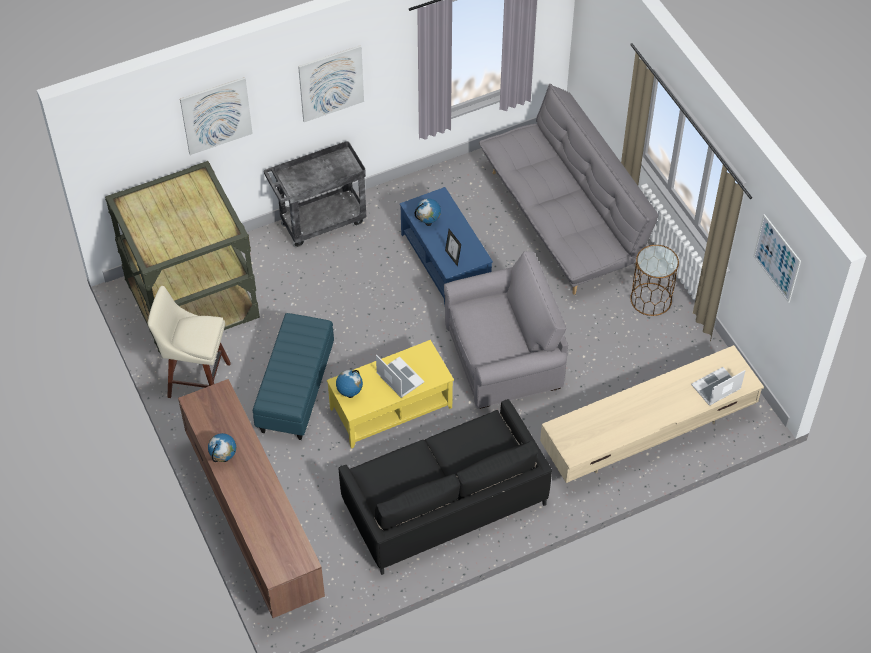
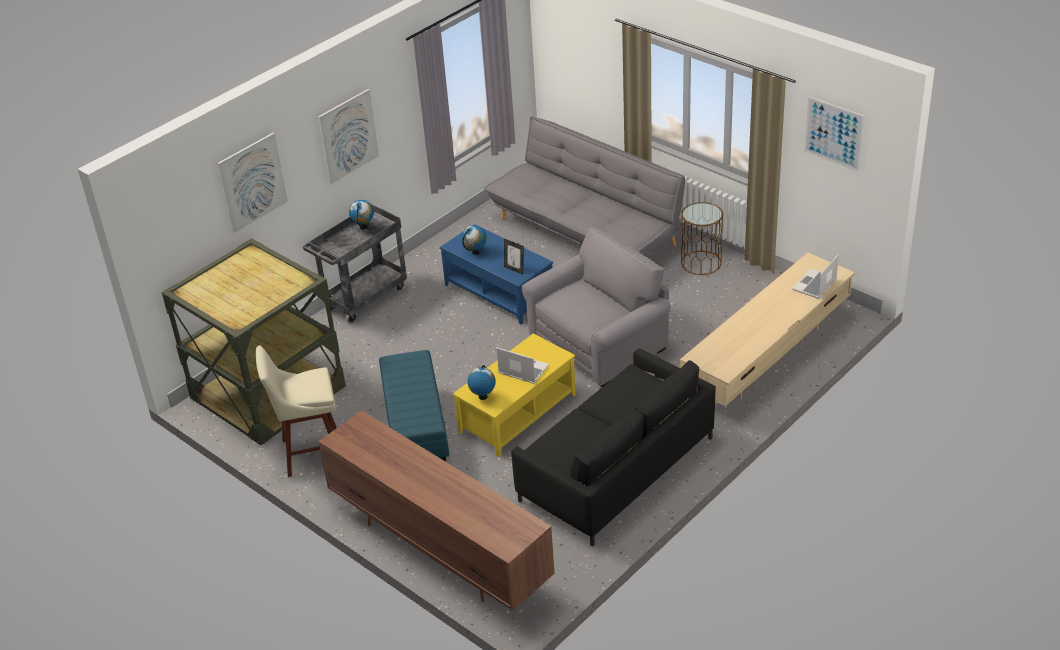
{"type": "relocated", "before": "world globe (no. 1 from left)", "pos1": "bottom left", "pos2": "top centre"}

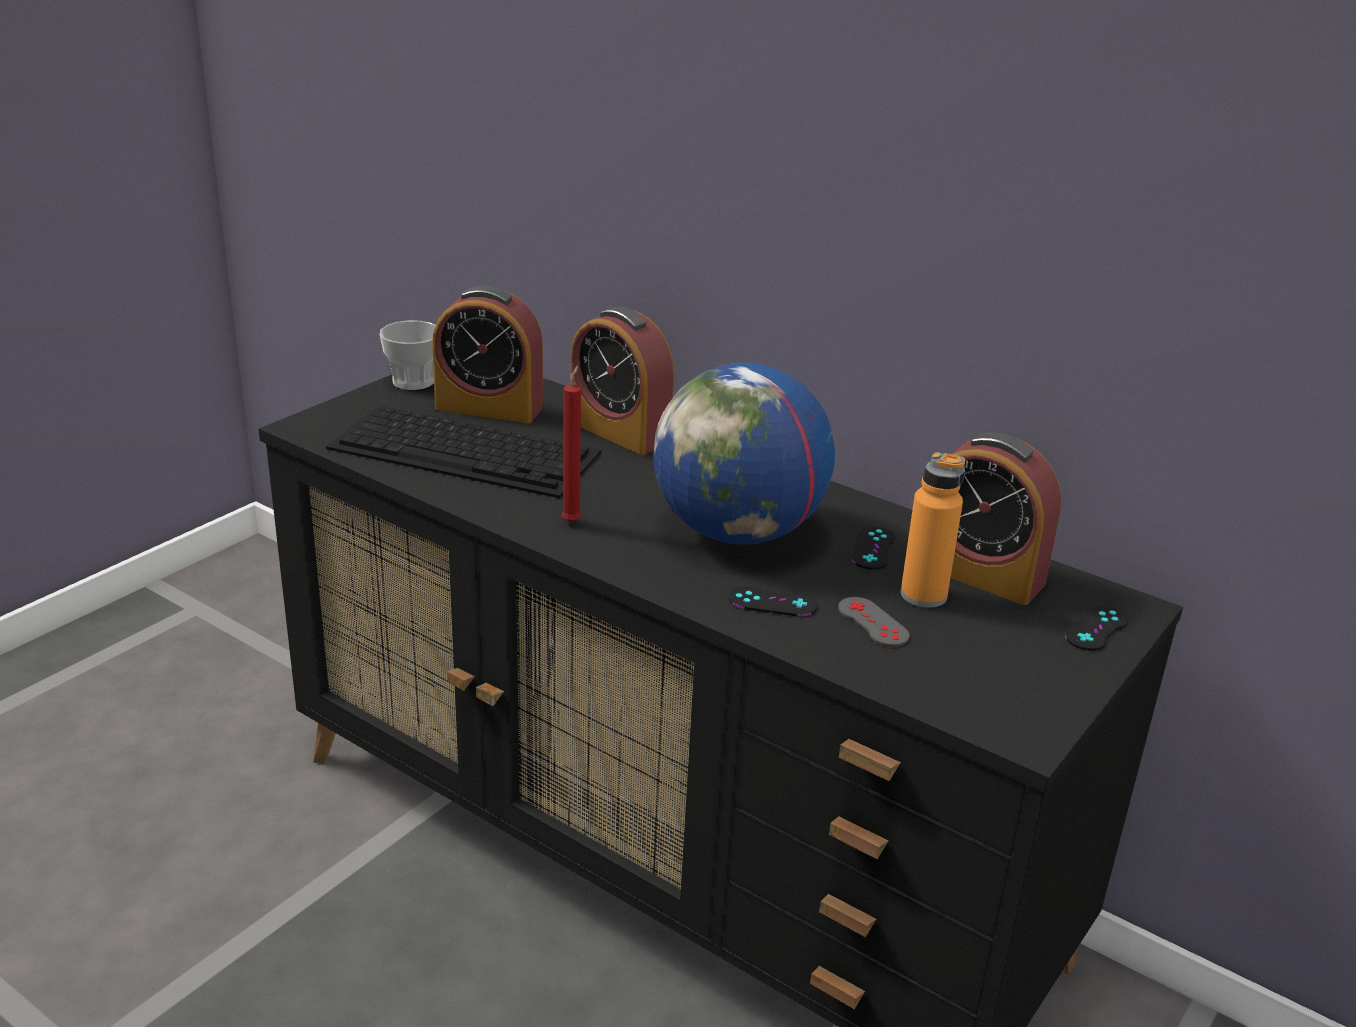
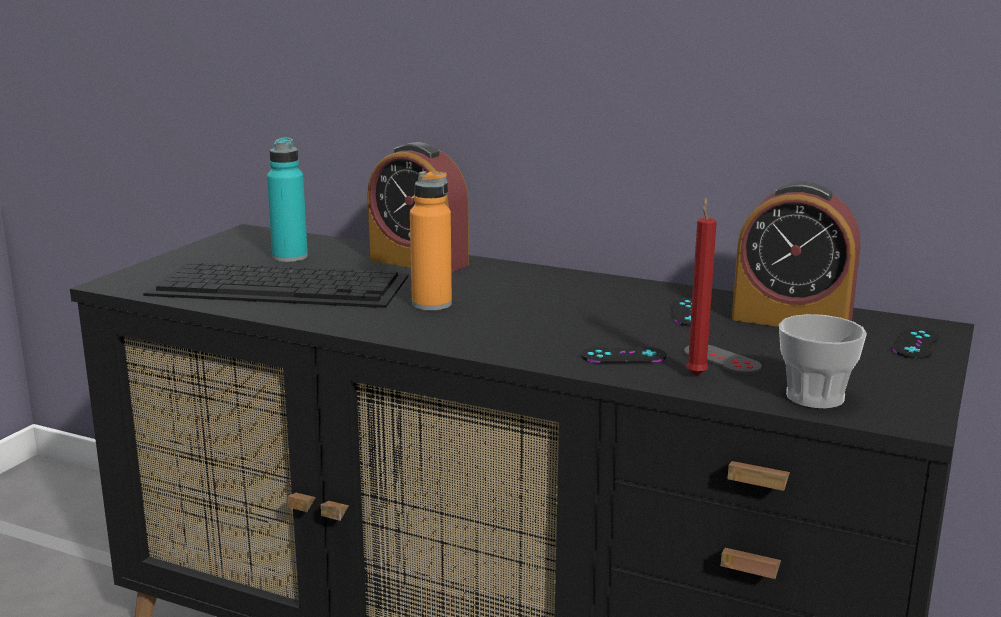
{"type": "relocated", "before": "drinking cup", "pos1": "middle left", "pos2": "middle right"}
{"type": "exchanged", "before": "alarm clock (no. 1 from left)", "after": "turquoise beverage bottle", "pos1": "centre", "pos2": "top left"}
{"type": "relocated", "before": "red-coloured wax light", "pos1": "centre", "pos2": "middle right"}
{"type": "missing", "before": "world globe", "pos1": "centre"}
{"type": "relocated", "before": "orange beverage bottle", "pos1": "middle right", "pos2": "centre"}

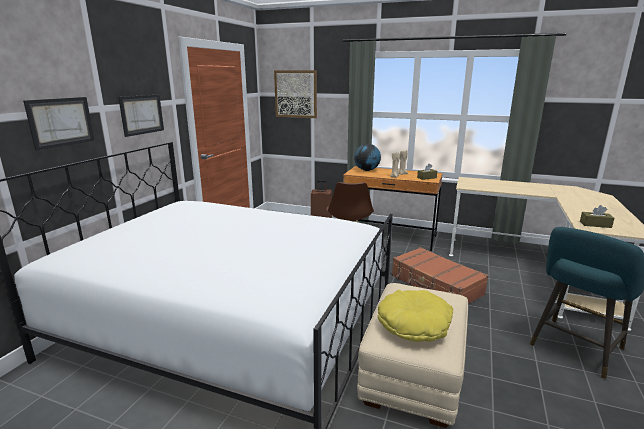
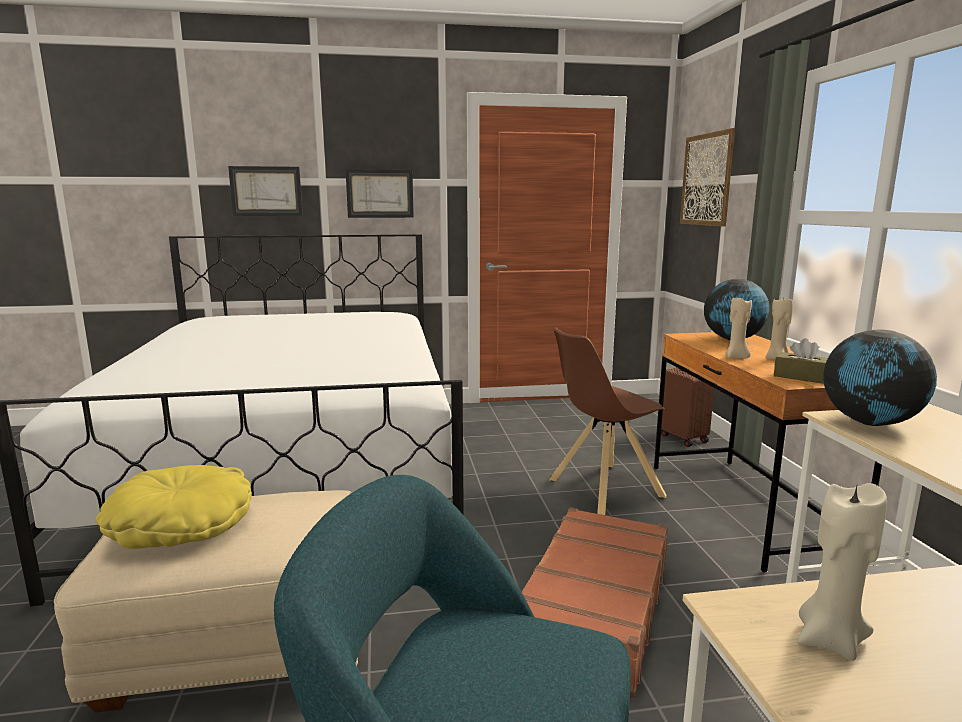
{"type": "exchanged", "before": "brownish box of tissues (no. 2 from left)", "after": "beige wax light (no. 3 from left)", "pos1": "middle right", "pos2": "bottom right"}
{"type": "appeared", "after": "world globe (no. 2 from left)", "pos2": "middle right"}

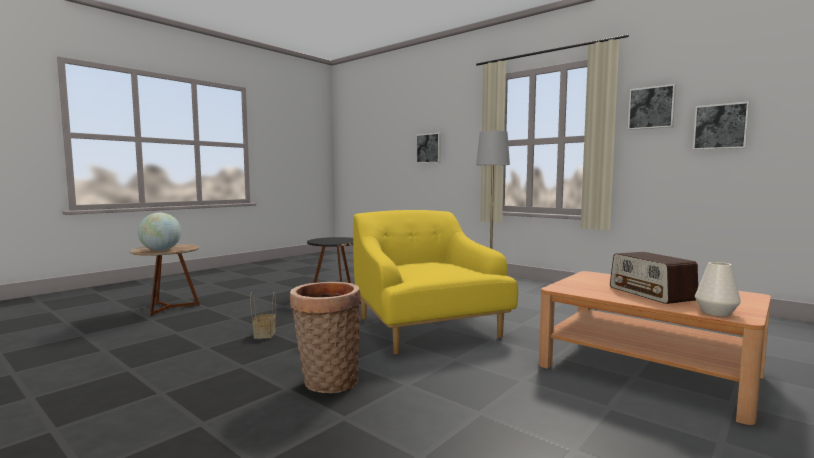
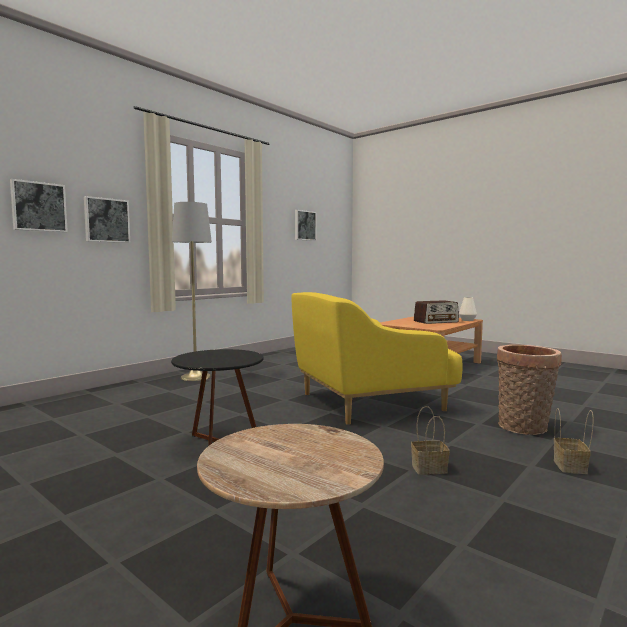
{"type": "missing", "before": "world globe", "pos1": "middle left"}
{"type": "relocated", "before": "picture (no. 2 from left)", "pos1": "top right", "pos2": "middle left"}
{"type": "appeared", "after": "storage basket (no. 3 from left)", "pos2": "bottom right"}

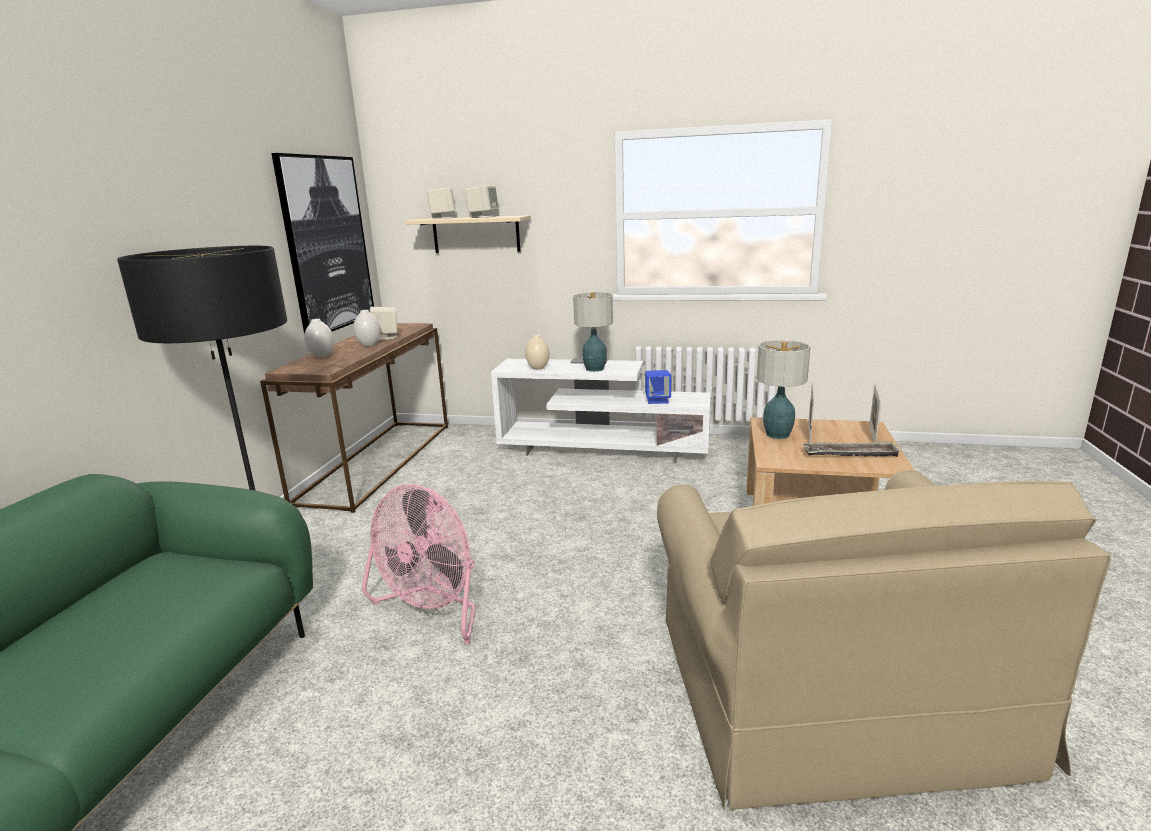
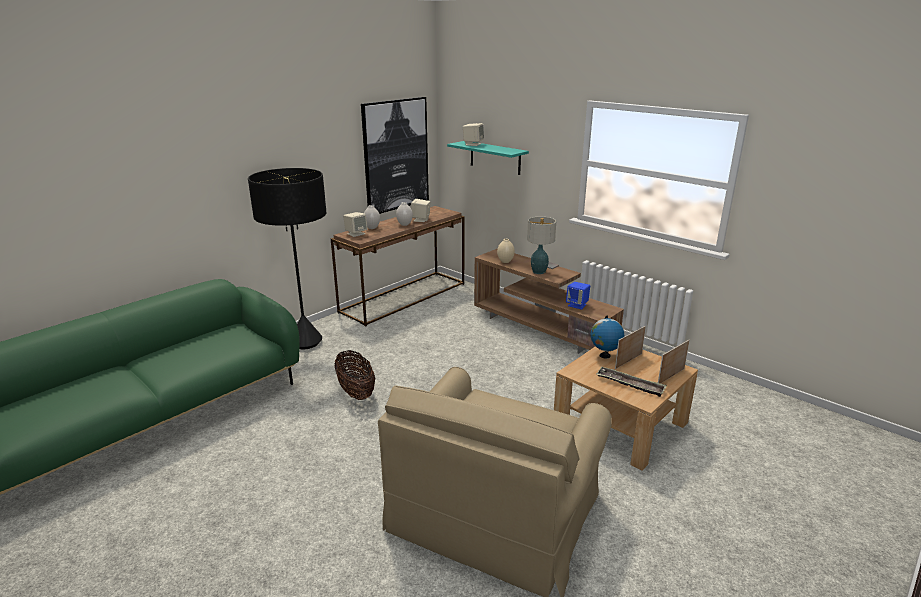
{"type": "exchanged", "before": "pink-coloured electric fan", "after": "storage basket", "pos1": "bottom centre", "pos2": "centre"}
{"type": "colour", "before": "beige shelf", "after": "turquoise shelf", "pos1": "top centre", "pos2": "top centre"}
{"type": "relocated", "before": "beige loudspeaker (no. 3 from left in the first image)", "after": "beige loudspeaker (no. 1 from left)", "pos1": "top centre", "pos2": "centre"}
{"type": "colour", "before": "white-coloured tv unit", "after": "brownish tv unit", "pos1": "centre", "pos2": "centre"}
{"type": "exchanged", "before": "table lamp (no. 2 from left)", "after": "world globe", "pos1": "middle right", "pos2": "centre"}

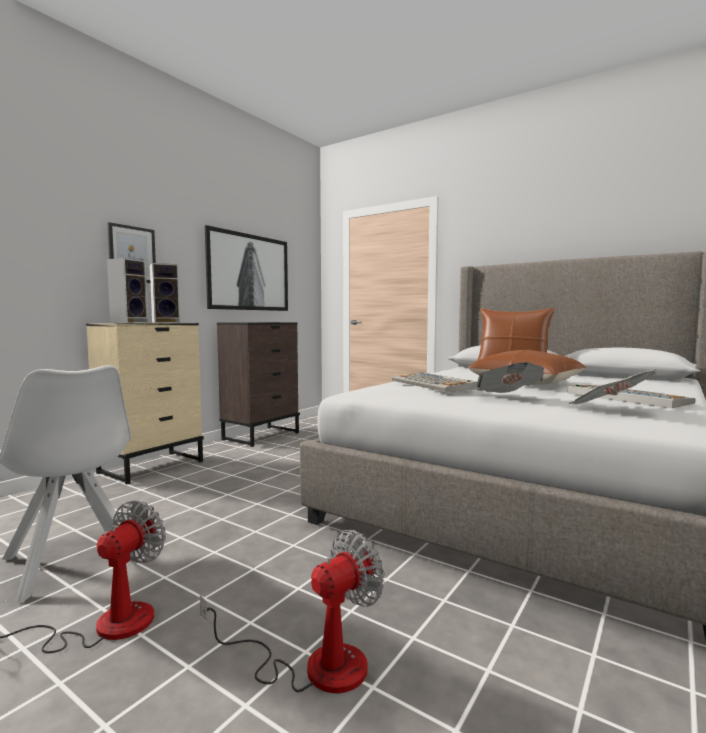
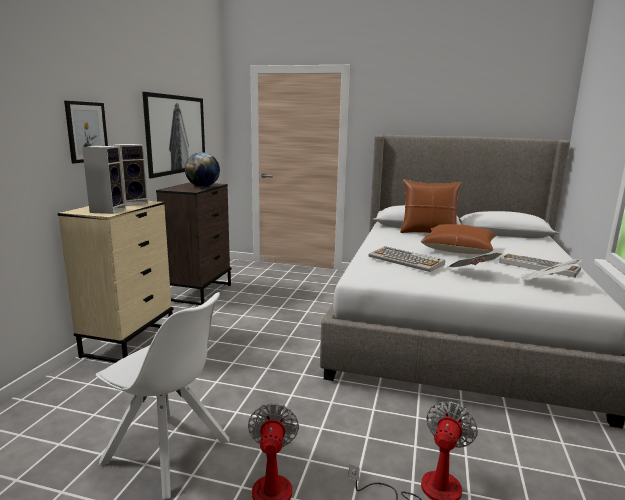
{"type": "appeared", "after": "world globe", "pos2": "middle left"}

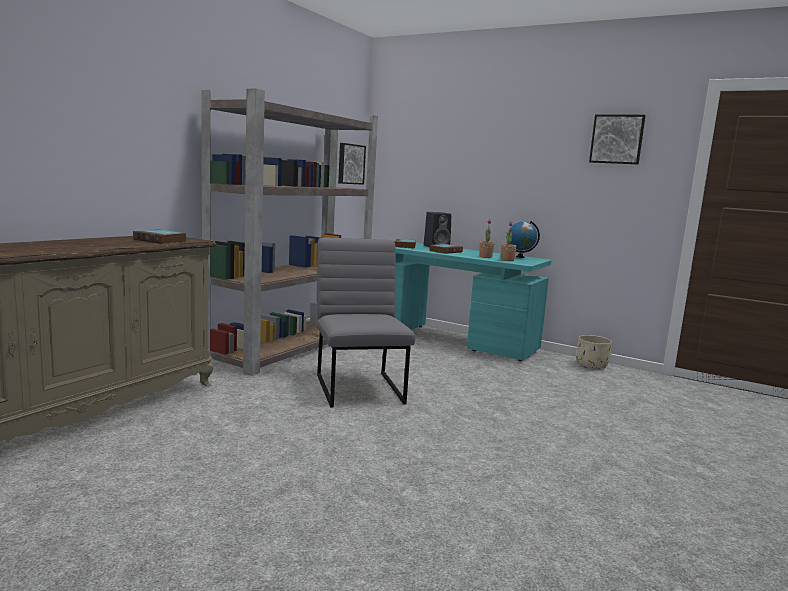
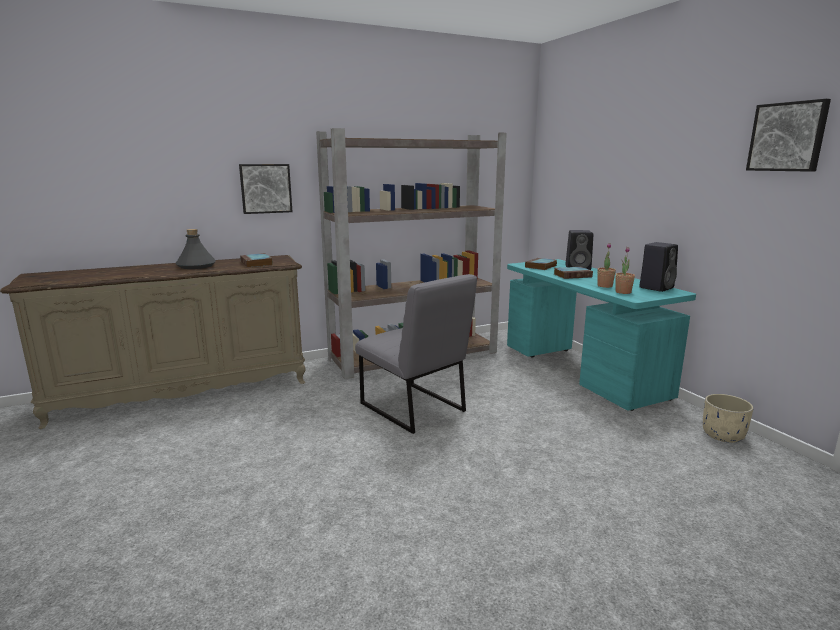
{"type": "spun", "before": "gray upright chair", "pos1": "centre", "pos2": "centre", "turn": 120}
{"type": "relocated", "before": "picture (no. 1 from left)", "pos1": "top centre", "pos2": "top left"}
{"type": "exchanged", "before": "world globe", "after": "black loudspeaker (no. 2 from left)", "pos1": "centre", "pos2": "middle right"}
{"type": "appeared", "after": "gray beverage bottle", "pos2": "middle left"}

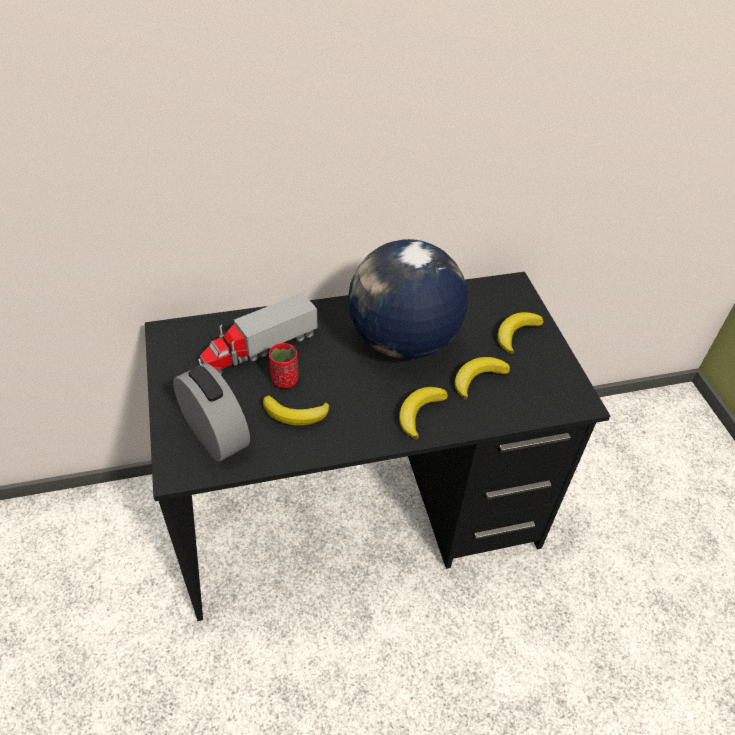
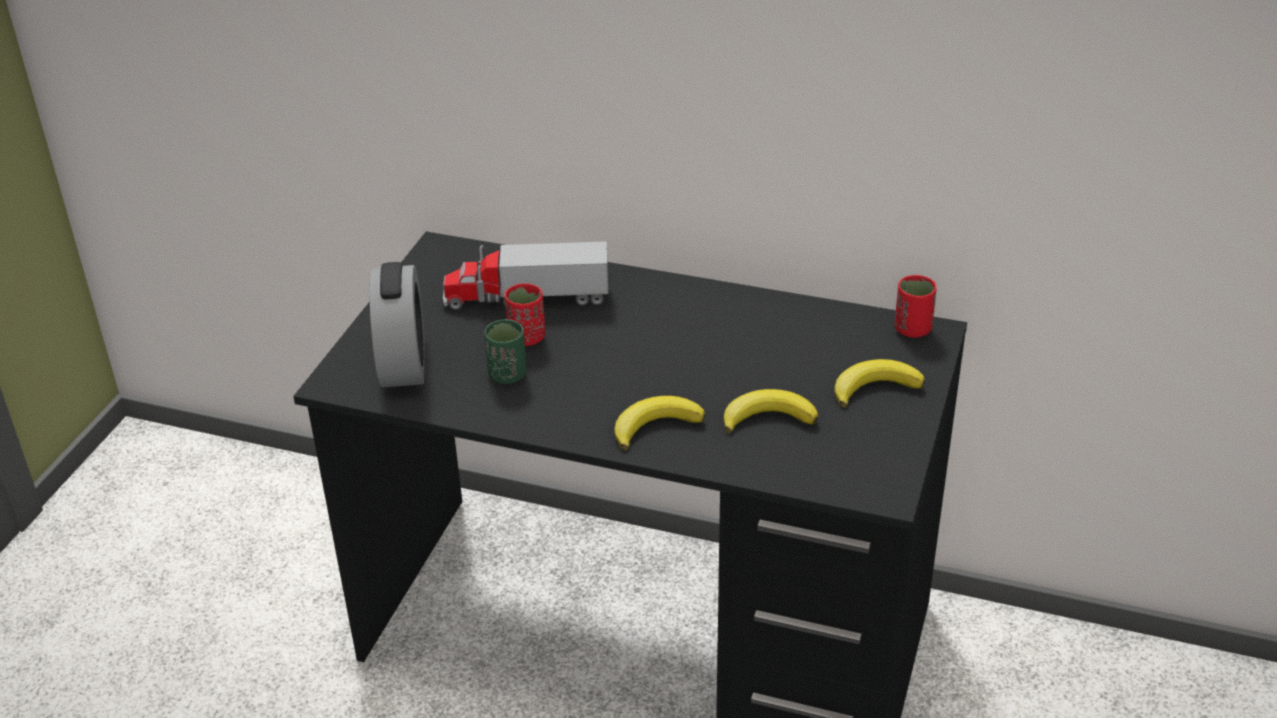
{"type": "exchanged", "before": "whole banana (no. 1 from left)", "after": "green-coloured drinking cup", "pos1": "centre", "pos2": "centre"}
{"type": "missing", "before": "world globe", "pos1": "centre"}
{"type": "appeared", "after": "red-coloured drinking cup (no. 2 from left)", "pos2": "middle right"}

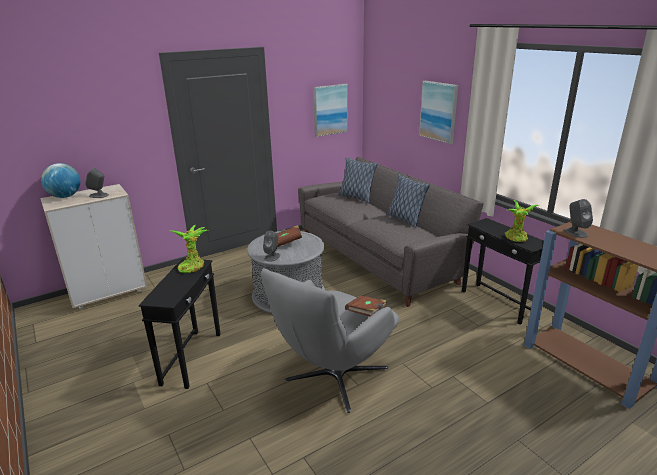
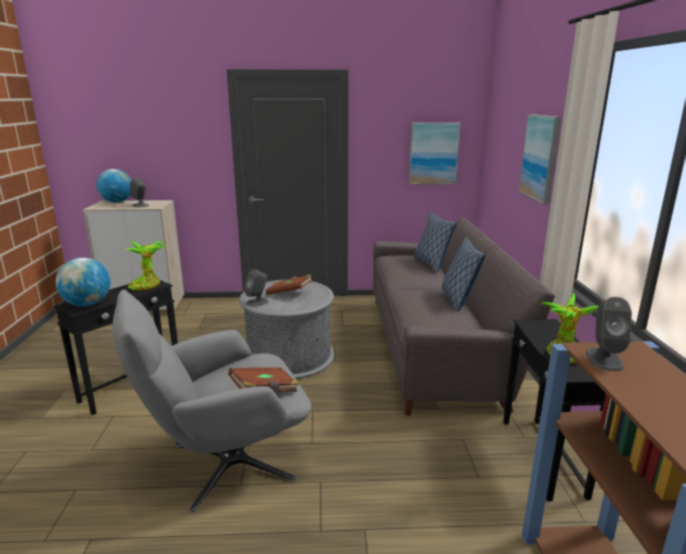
{"type": "appeared", "after": "world globe (no. 1 from left)", "pos2": "middle left"}

